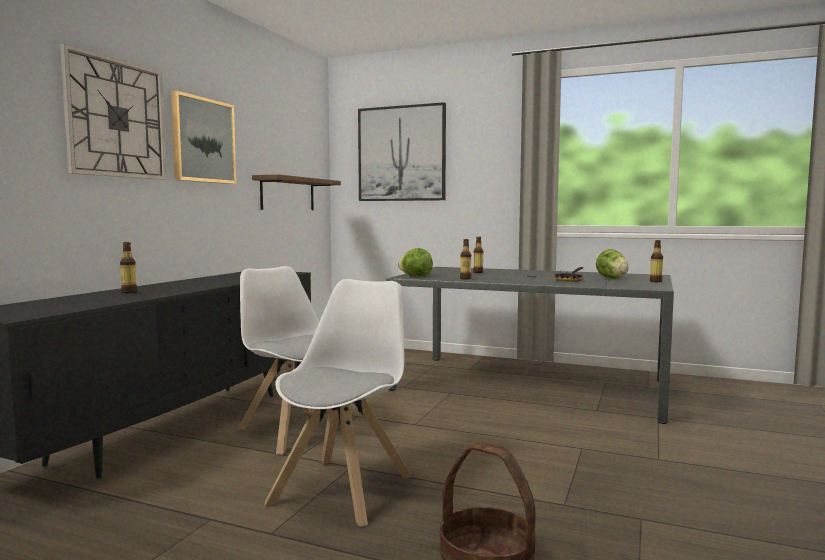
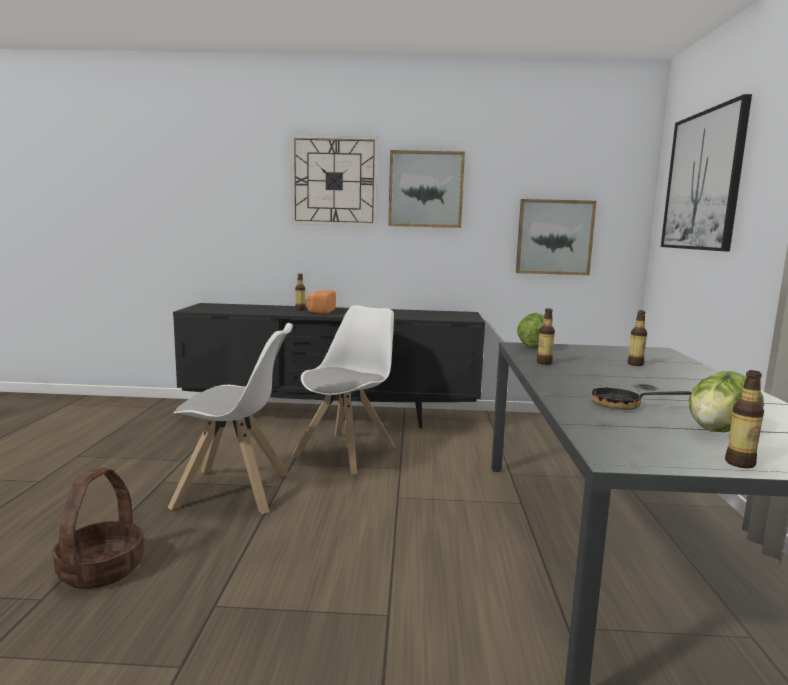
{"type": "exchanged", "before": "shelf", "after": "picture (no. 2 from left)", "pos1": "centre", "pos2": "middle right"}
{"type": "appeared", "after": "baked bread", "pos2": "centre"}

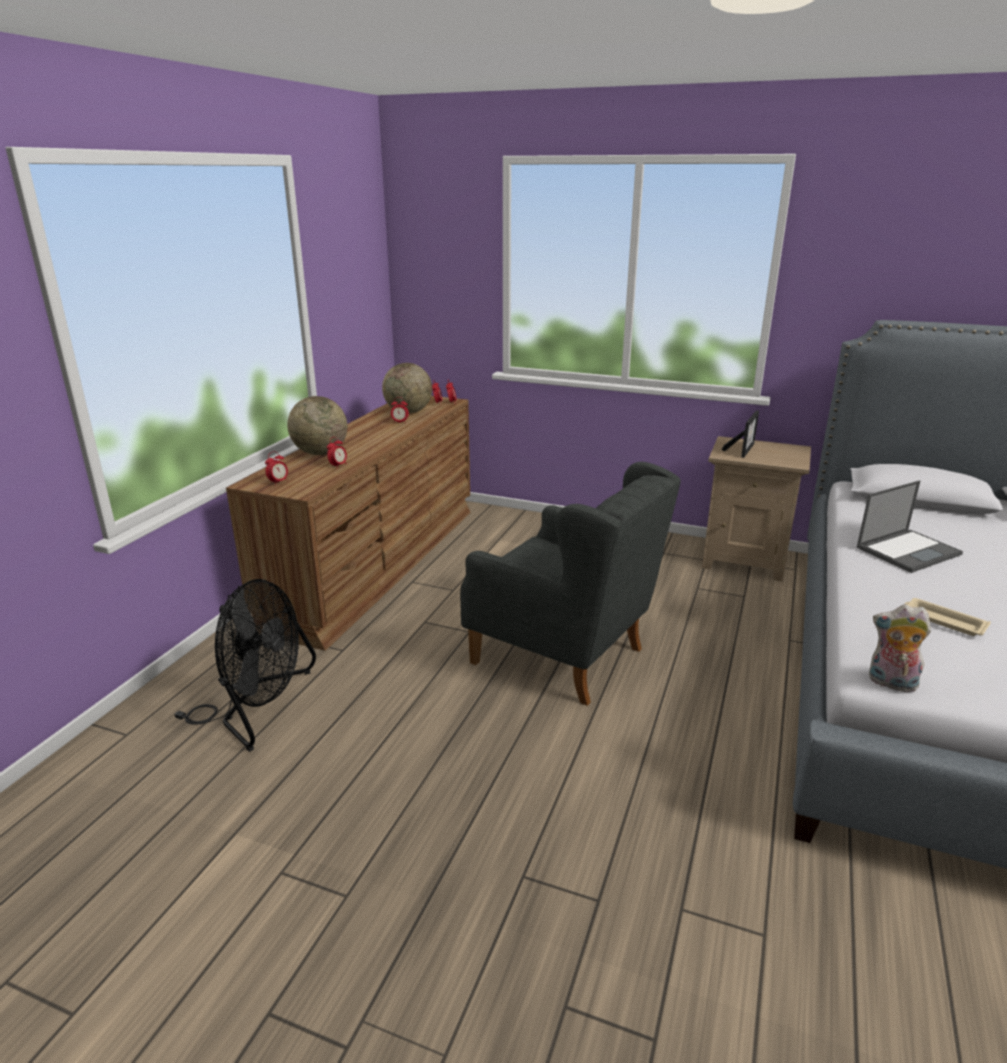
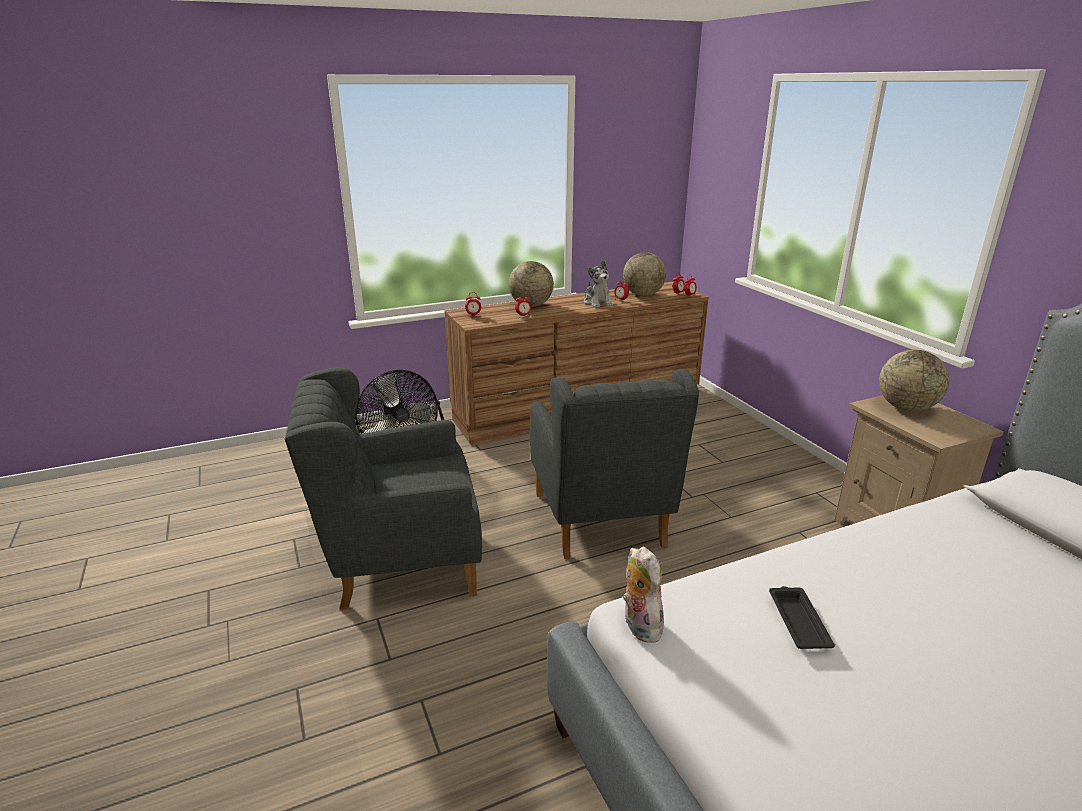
{"type": "exchanged", "before": "photo frame", "after": "world globe (no. 3 from left)", "pos1": "middle right", "pos2": "middle right"}
{"type": "missing", "before": "portable computer", "pos1": "middle right"}
{"type": "colour", "before": "beige tray", "after": "black tray", "pos1": "middle right", "pos2": "bottom right"}
{"type": "appeared", "after": "gray armchair (no. 1 from left)", "pos2": "centre"}
{"type": "appeared", "after": "cuddly toy (no. 1 from left)", "pos2": "centre"}

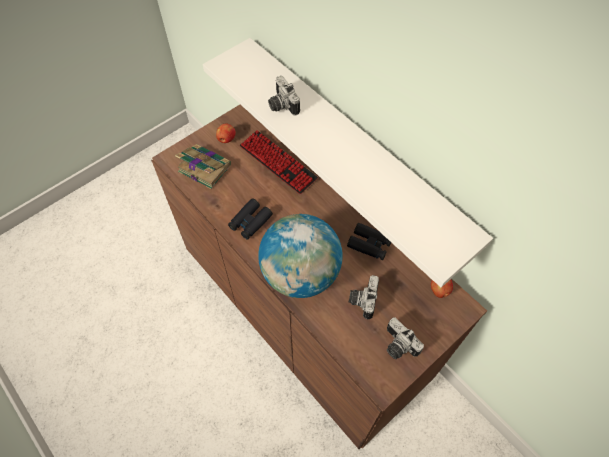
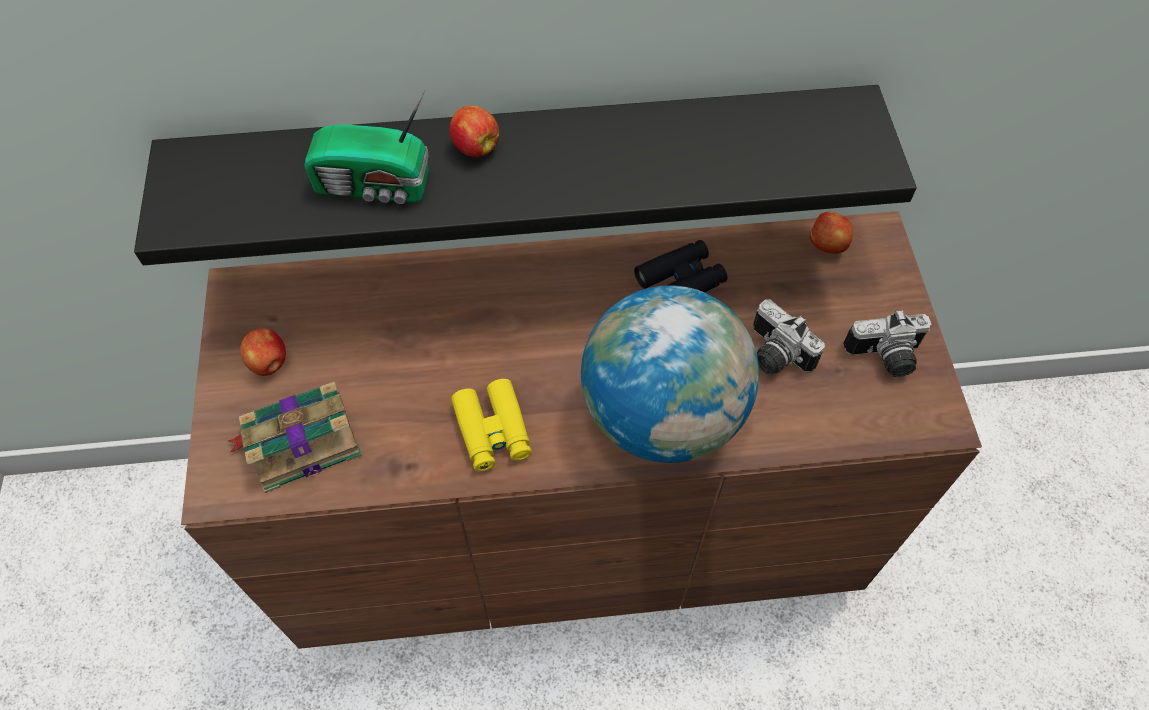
{"type": "colour", "before": "white-coloured shelf", "after": "black shelf", "pos1": "centre", "pos2": "top centre"}
{"type": "colour", "before": "black field glasses (no. 1 from left)", "after": "yellow-coloured field glasses", "pos1": "centre", "pos2": "centre"}
{"type": "missing", "before": "computer keyboard", "pos1": "centre"}
{"type": "exchanged", "before": "photo camera (no. 1 from left)", "after": "radio receiver", "pos1": "top centre", "pos2": "top left"}
{"type": "appeared", "after": "apple (no. 2 from left)", "pos2": "top centre"}

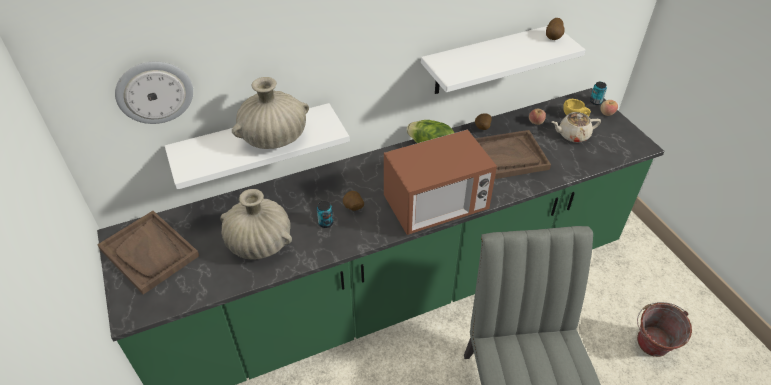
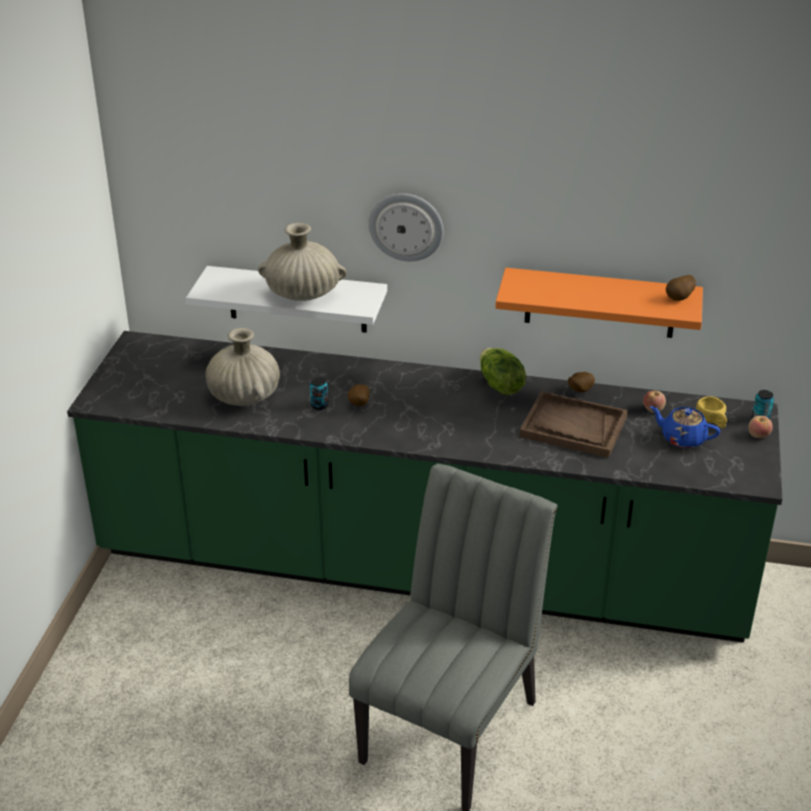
{"type": "missing", "before": "brownish tray (no. 1 from left)", "pos1": "middle left"}
{"type": "relocated", "before": "wall clock", "pos1": "top left", "pos2": "top centre"}
{"type": "missing", "before": "kitchen microwave", "pos1": "centre"}
{"type": "colour", "before": "white-coloured shelf (no. 2 from left)", "after": "orange shelf", "pos1": "top centre", "pos2": "middle right"}
{"type": "colour", "before": "beige teapot", "after": "blue-coloured teapot", "pos1": "top right", "pos2": "middle right"}
{"type": "missing", "before": "pail", "pos1": "bottom right"}

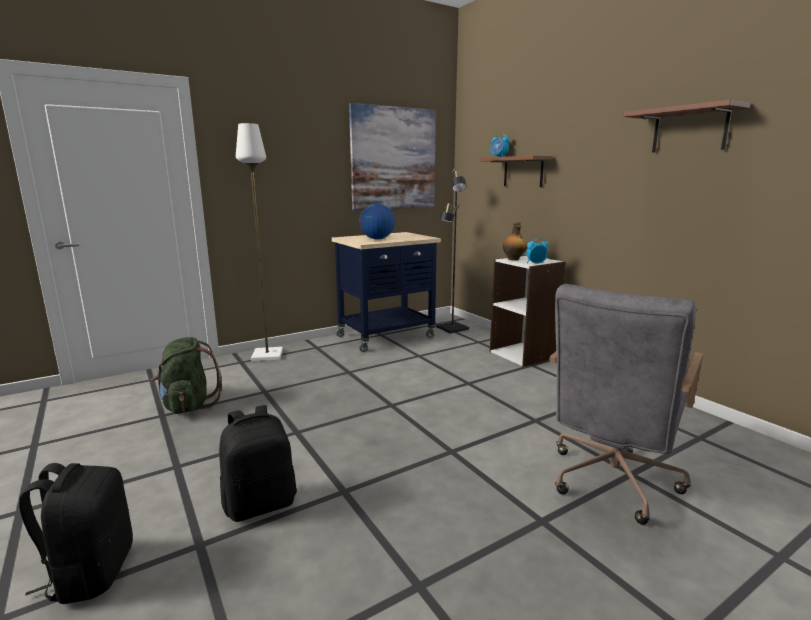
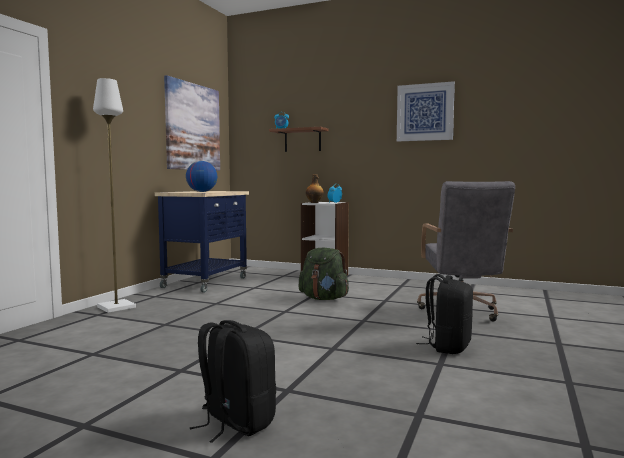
{"type": "relocated", "before": "green-coloured knapsack", "pos1": "middle left", "pos2": "centre"}
{"type": "relocated", "before": "black knapsack (no. 2 from left)", "pos1": "bottom left", "pos2": "bottom right"}
{"type": "missing", "before": "black standing lamp", "pos1": "centre"}
{"type": "exchanged", "before": "brownish shelf (no. 2 from left)", "after": "picture (no. 2 from left)", "pos1": "top right", "pos2": "top right"}

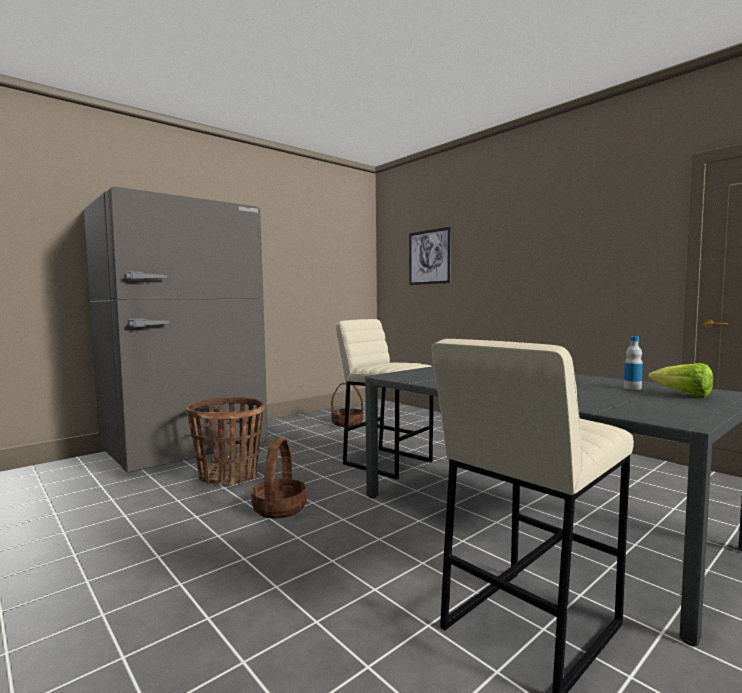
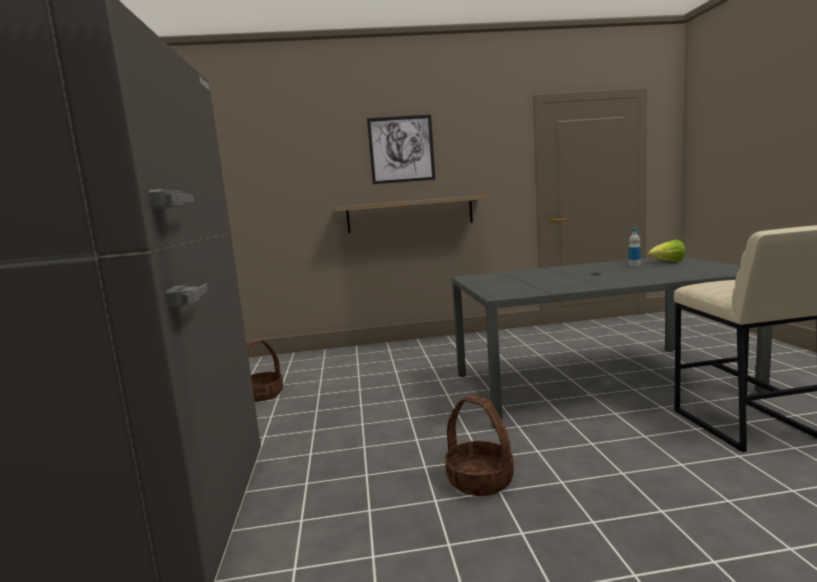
{"type": "missing", "before": "storage basket (no. 1 from left)", "pos1": "middle left"}
{"type": "missing", "before": "beige stool seat (no. 1 from left)", "pos1": "centre"}
{"type": "relocated", "before": "picture", "pos1": "centre", "pos2": "top centre"}
{"type": "appeared", "after": "shelf", "pos2": "centre"}

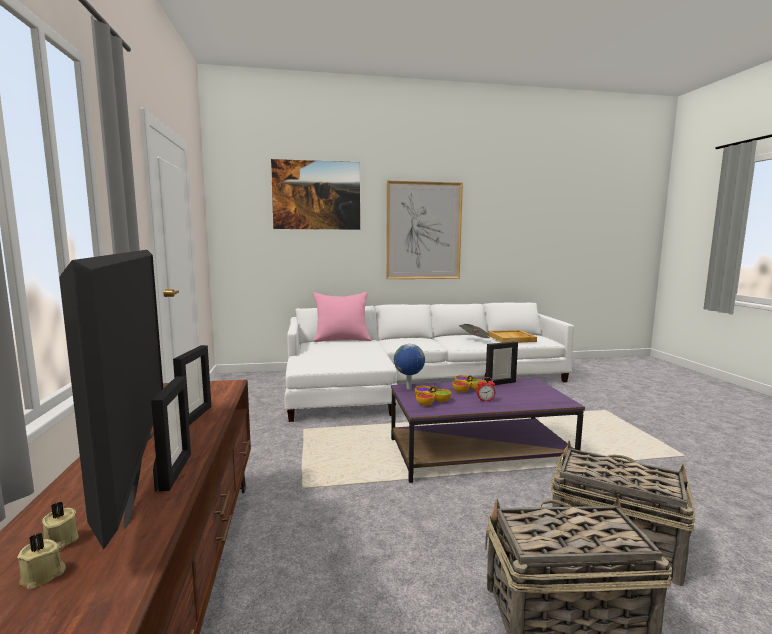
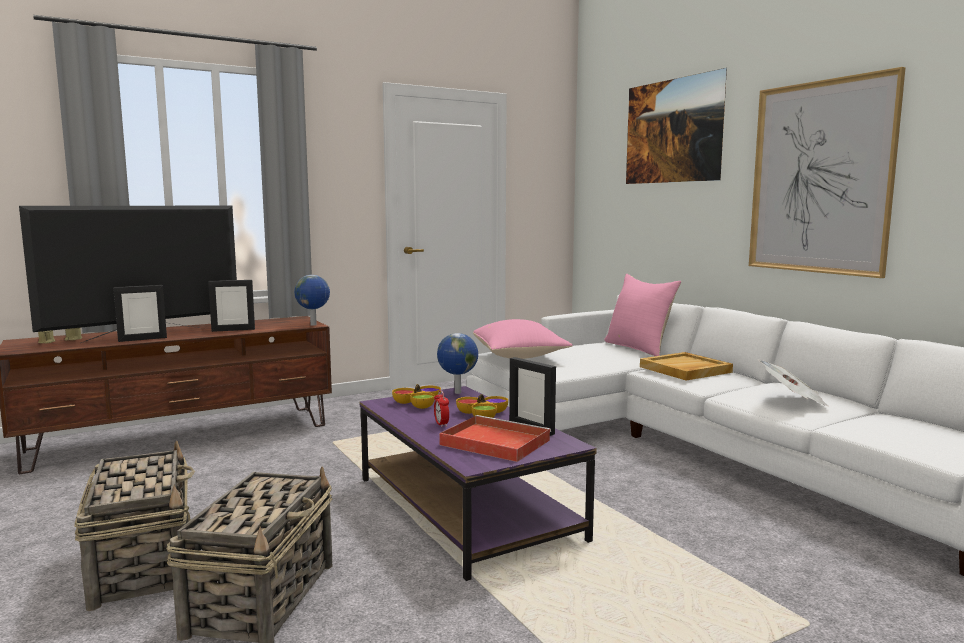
{"type": "relocated", "before": "beige tray", "pos1": "centre", "pos2": "middle right"}
{"type": "appeared", "after": "world globe (no. 1 from left)", "pos2": "middle left"}
{"type": "appeared", "after": "red-coloured tray", "pos2": "bottom centre"}
{"type": "appeared", "after": "pink-coloured cushion (no. 1 from left)", "pos2": "centre"}

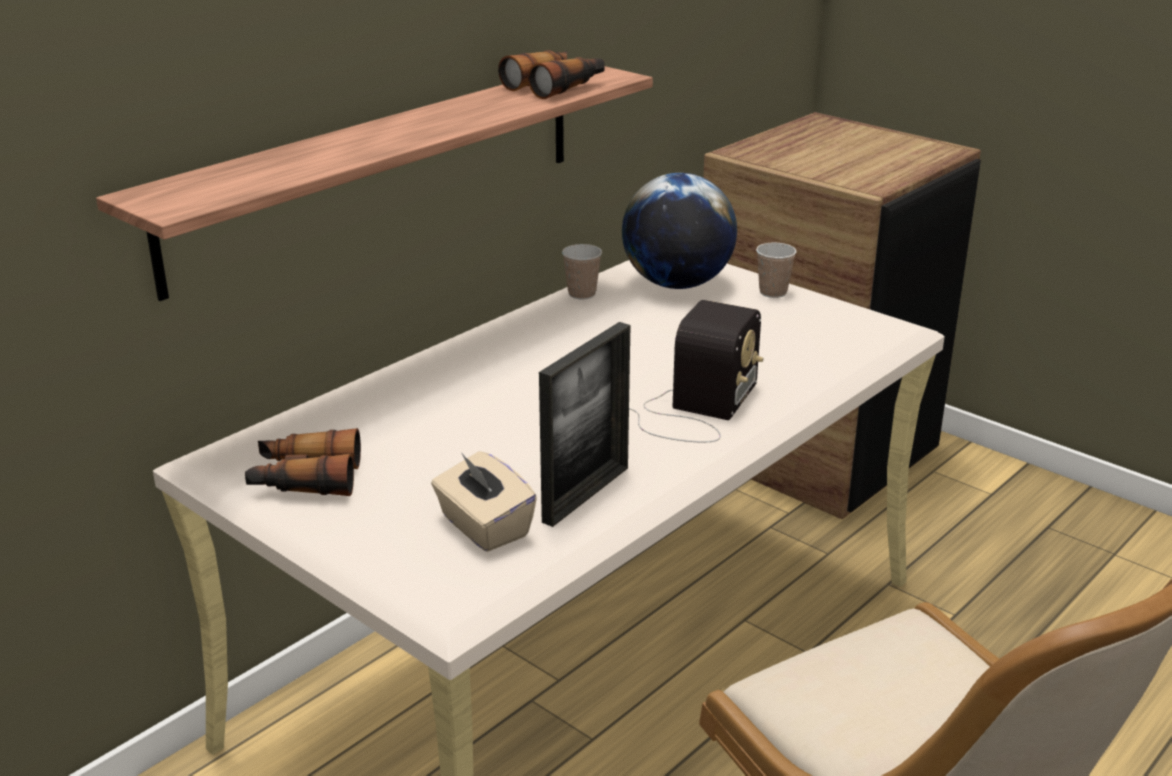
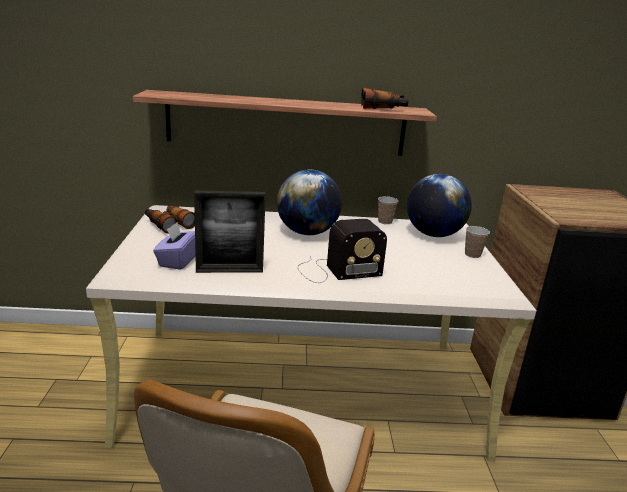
{"type": "colour", "before": "beige box of tissues", "after": "purple box of tissues", "pos1": "centre", "pos2": "middle left"}
{"type": "appeared", "after": "world globe (no. 1 from left)", "pos2": "centre"}

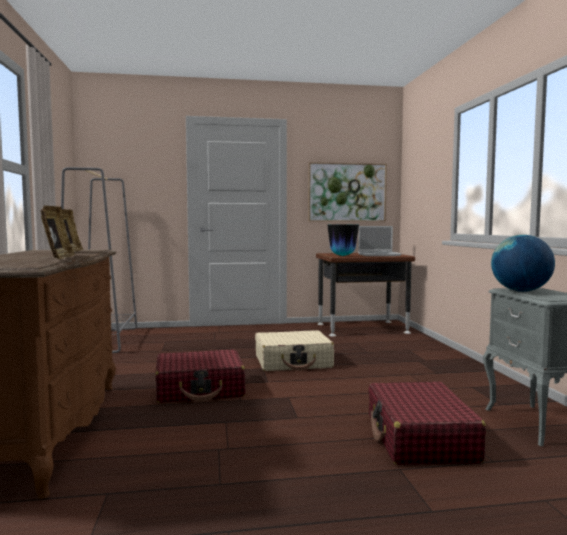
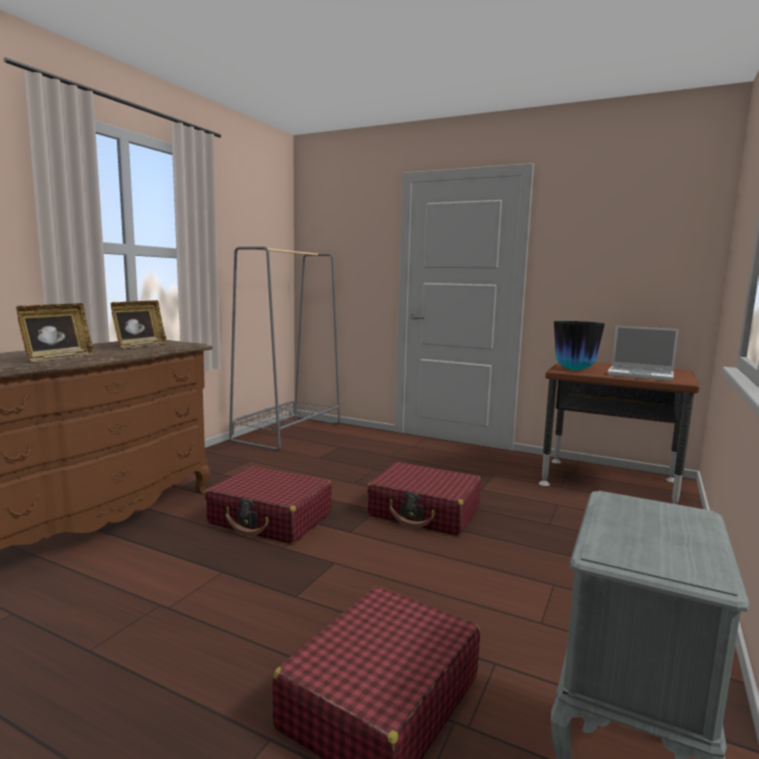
{"type": "colour", "before": "beige piece of luggage", "after": "red-coloured piece of luggage (no. 3 from left)", "pos1": "centre", "pos2": "centre"}
{"type": "missing", "before": "picture", "pos1": "centre"}
{"type": "missing", "before": "world globe", "pos1": "middle right"}

